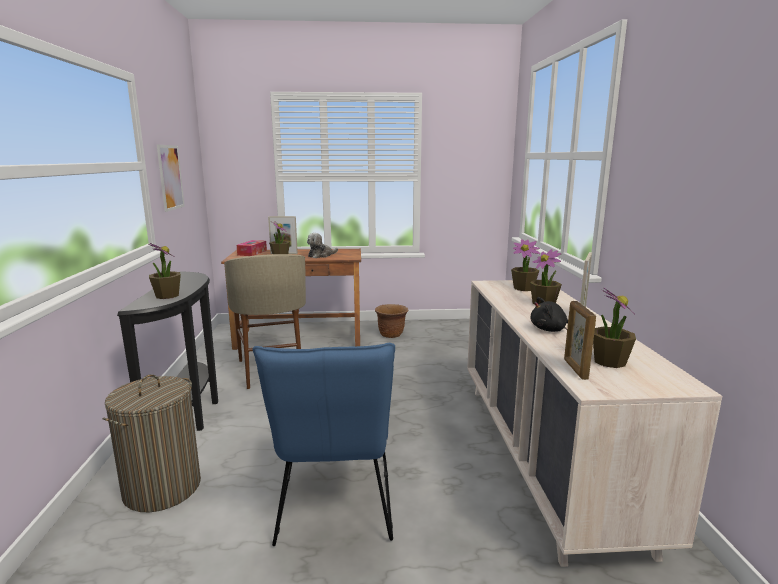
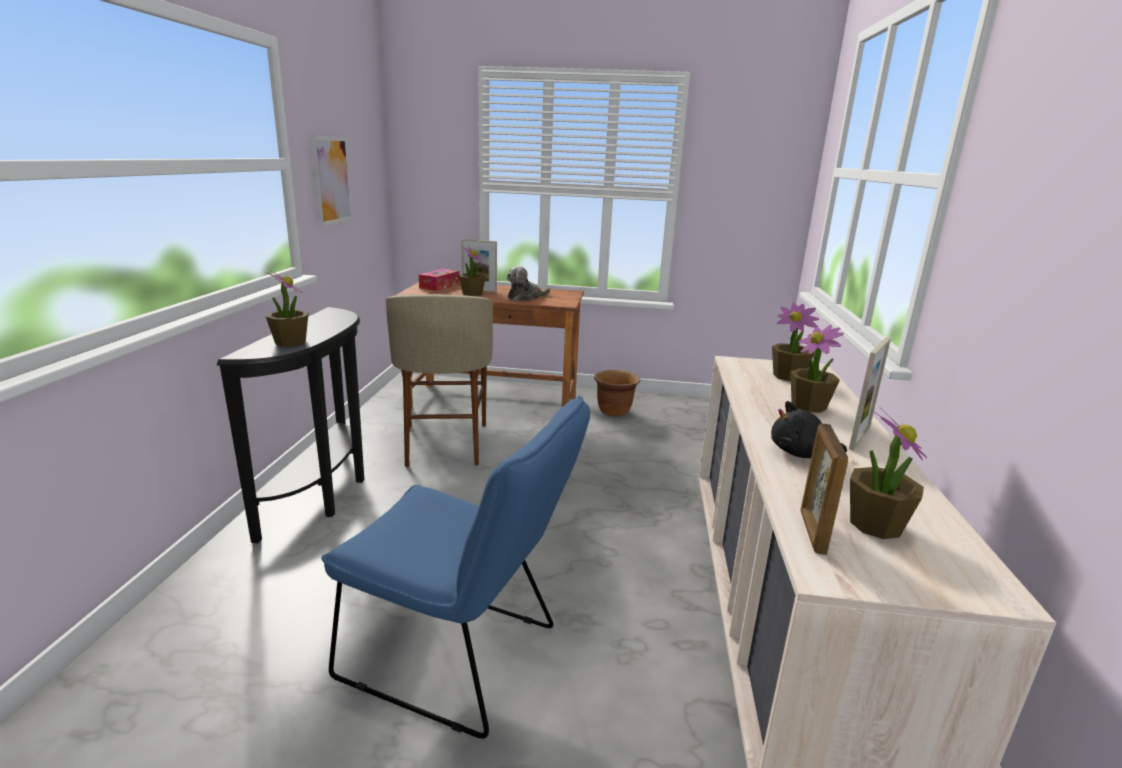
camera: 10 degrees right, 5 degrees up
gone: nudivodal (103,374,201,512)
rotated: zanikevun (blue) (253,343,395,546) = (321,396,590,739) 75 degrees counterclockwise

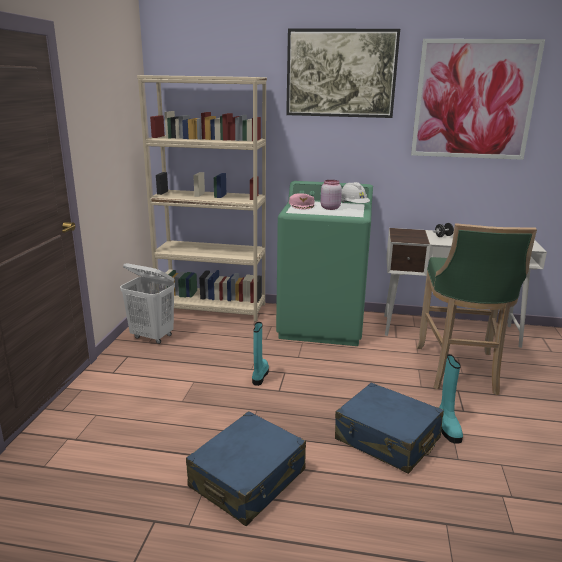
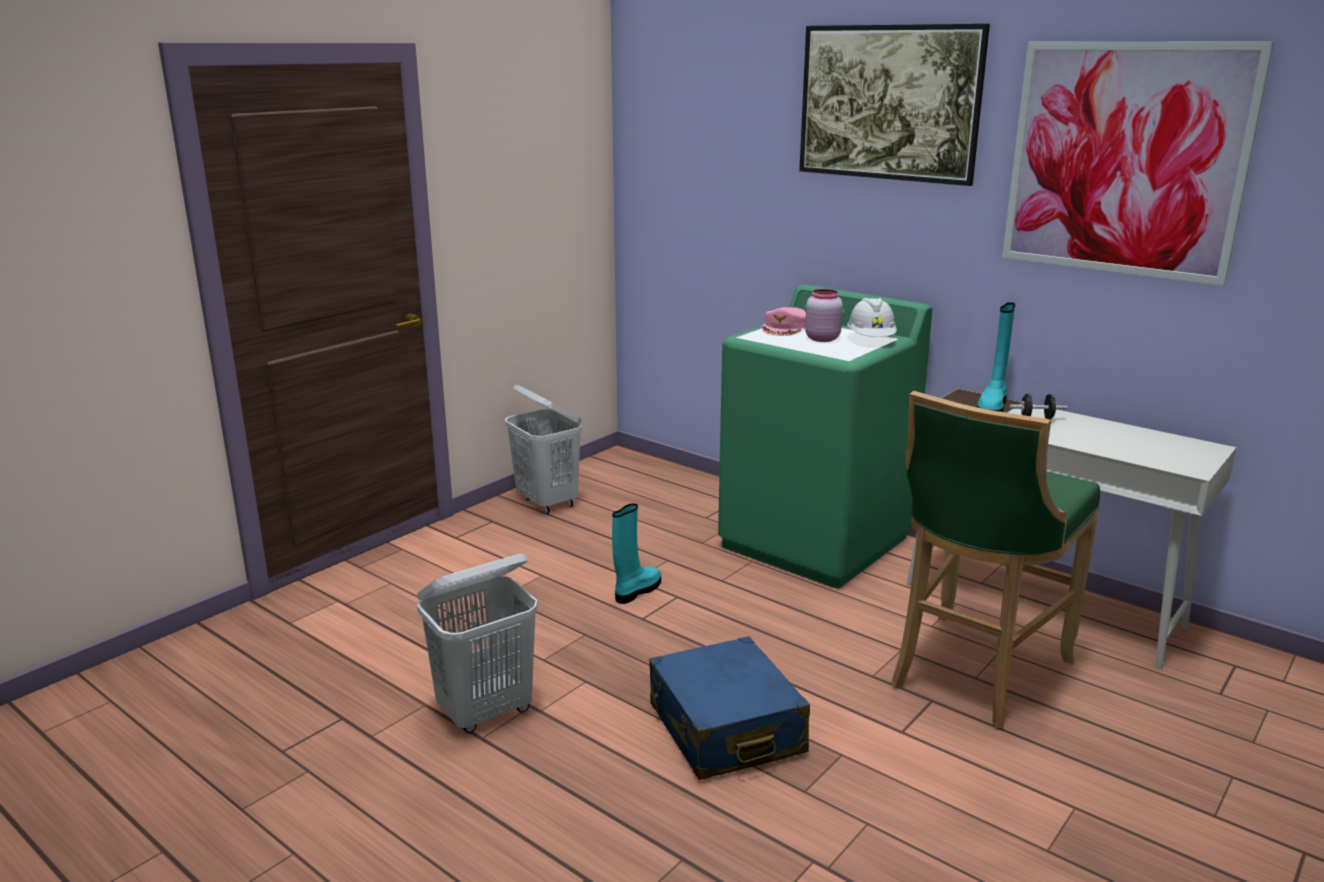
camera: 30 degrees right, 0 degrees up
gone: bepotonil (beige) (137,75,267,322)
shifted: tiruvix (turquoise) (439,354,463,444) to (977,302,1015,412)
swapped: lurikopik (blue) (186,411,306,526) to nudivodal (white) (417,553,538,733)

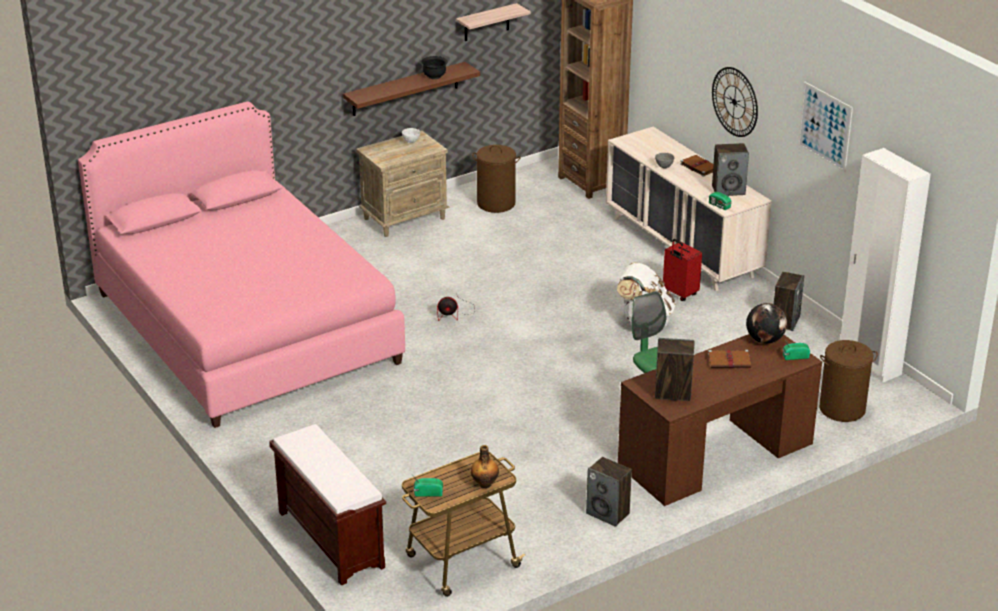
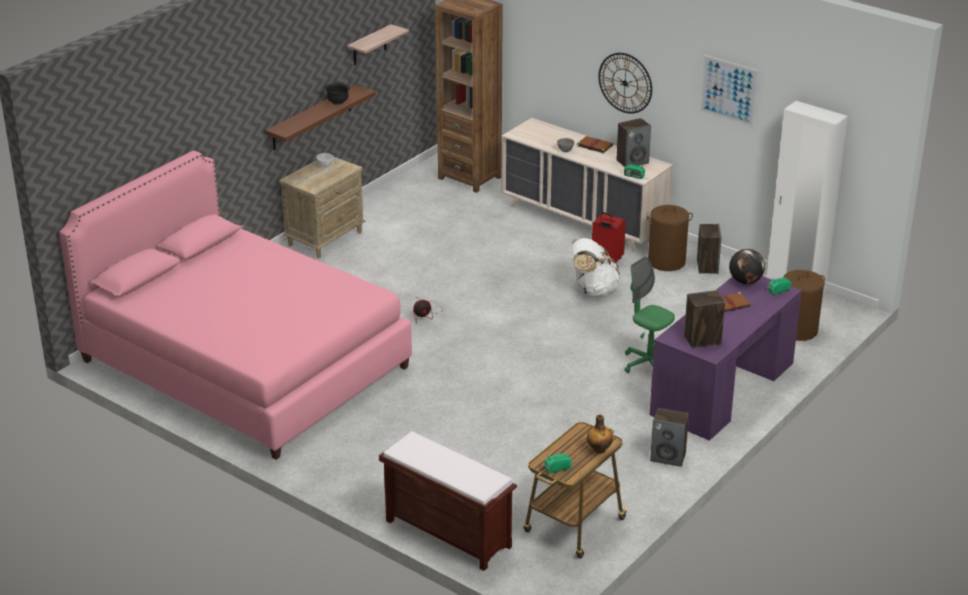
camera: 20 degrees left, 0 degrees up
shifted: nudivodal (brown) (472,145,521,213) to (646,205,693,271)
repainted: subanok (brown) (618,334,822,506) to subanok (purple) (650,276,802,441)

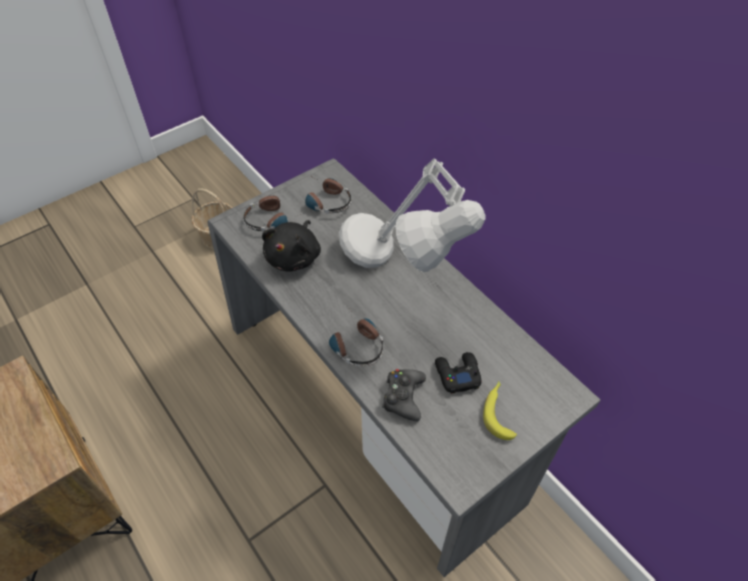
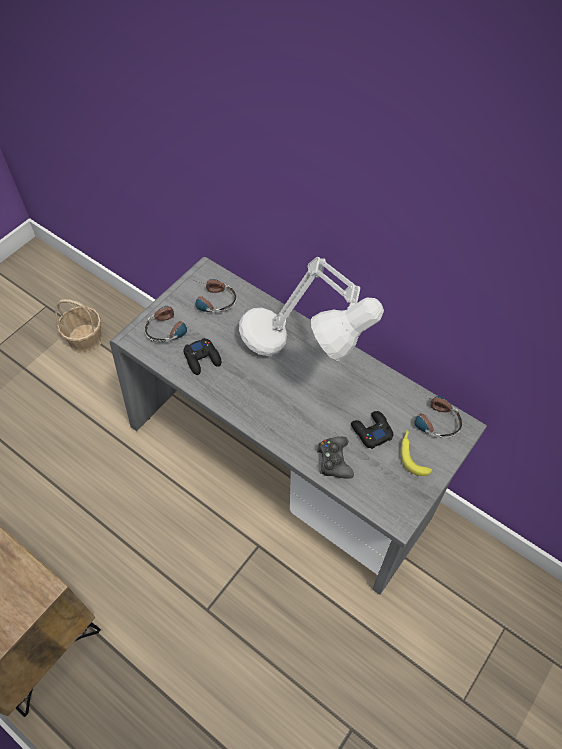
camera: 15 degrees left, 5 degrees up
shifted: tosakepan (329,313,384,366) to (414,390,462,438)
swapped: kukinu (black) (262,220,321,272) to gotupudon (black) (183,338,221,375)

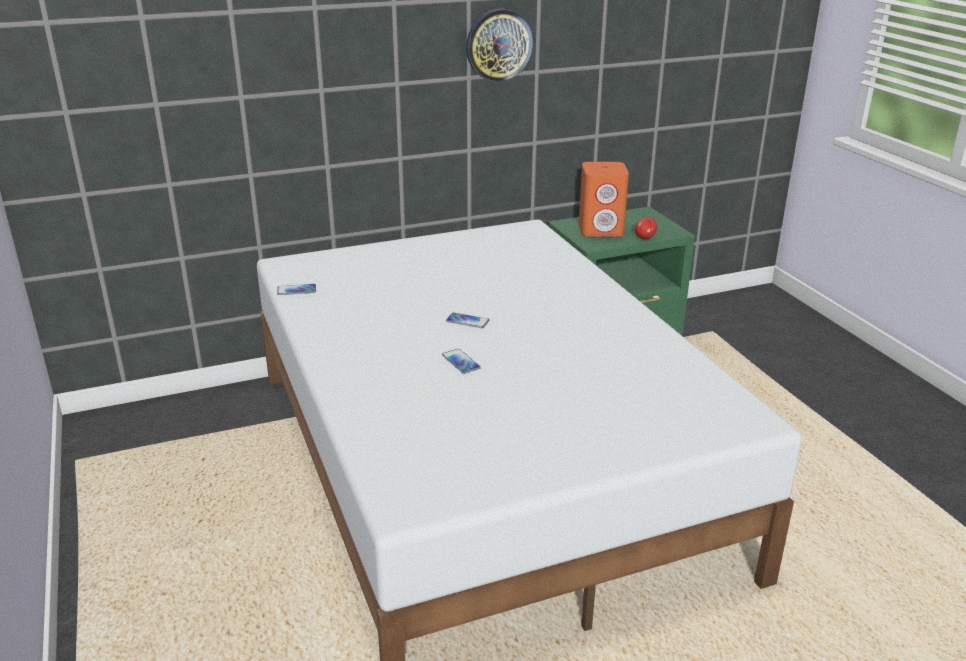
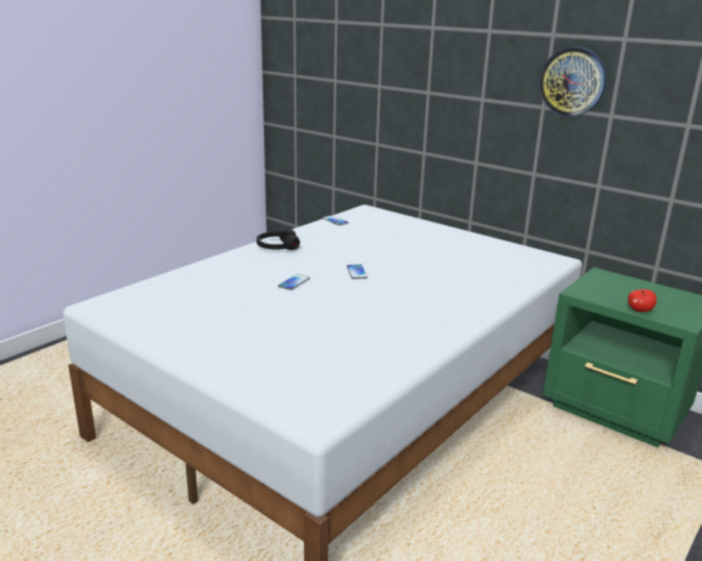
camera: 60 degrees right, 5 degrees down
gone: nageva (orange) (579,162,629,237)
new: tosakepan (black) (257,229,300,250)

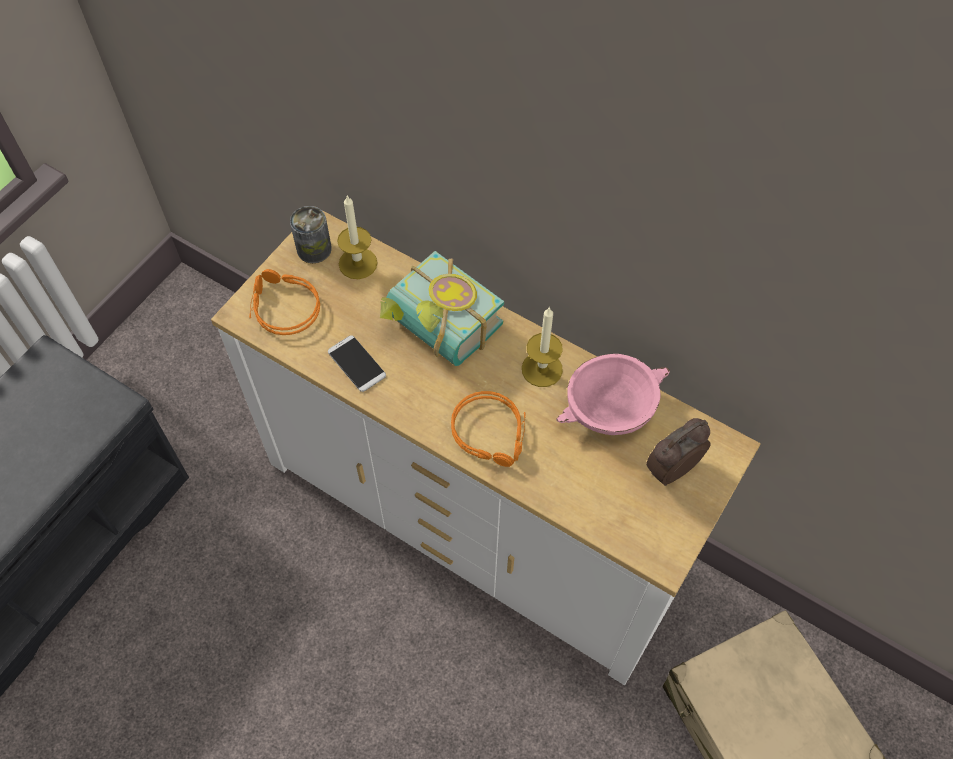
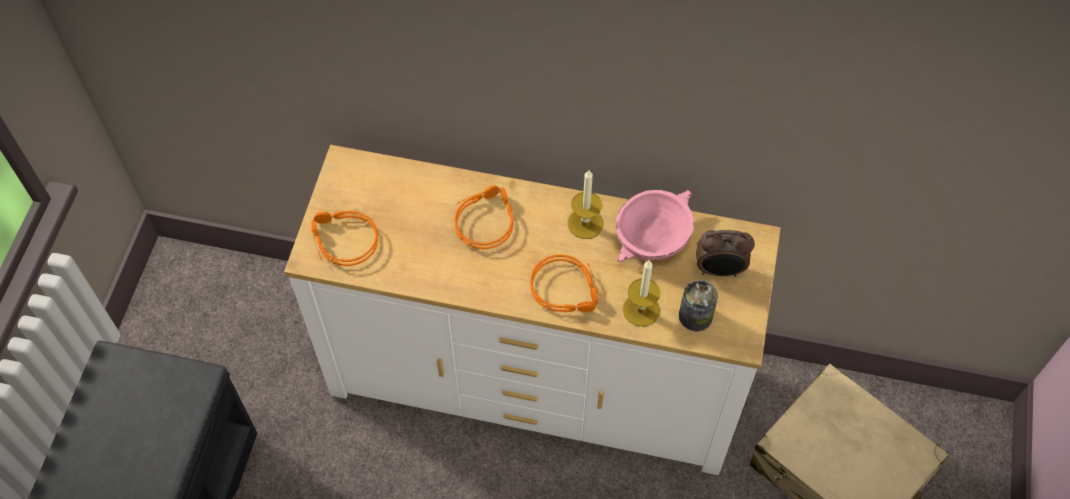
camera: 20 degrees left, 0 degrees up
gone: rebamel (328,336,386,392)
shifted: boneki (337,195,378,279) to (623,261,660,327); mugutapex (290,206,332,263) to (679,280,718,331)
swapped: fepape (380,251,504,366) to tosakepan (orange) (454,185,515,249)
rotated: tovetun (646,418,711,486) = (696,230,755,277) 120 degrees counterclockwise

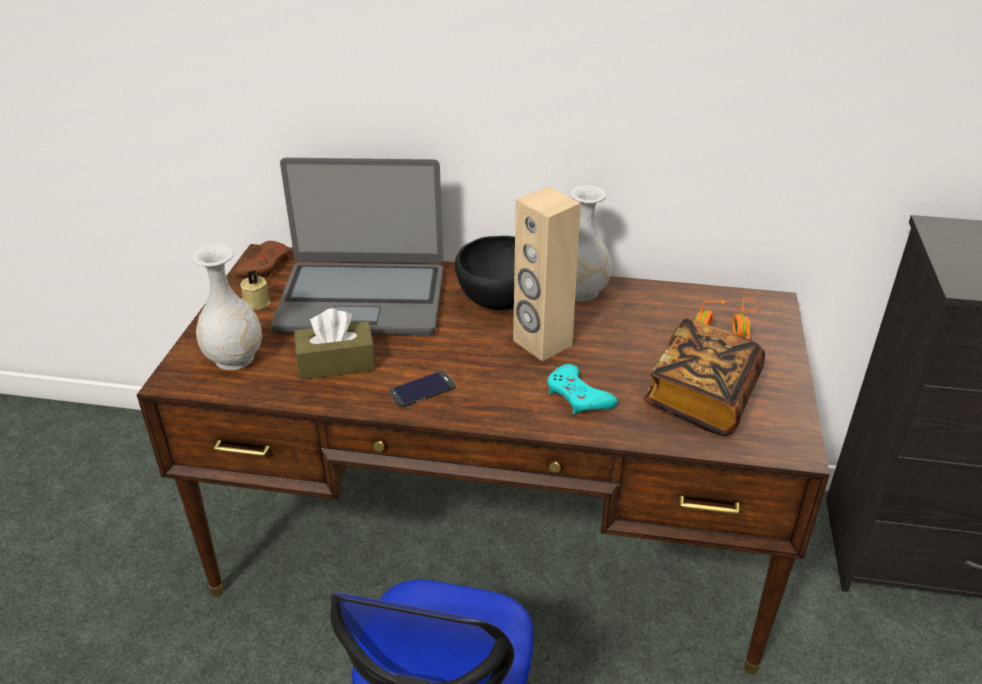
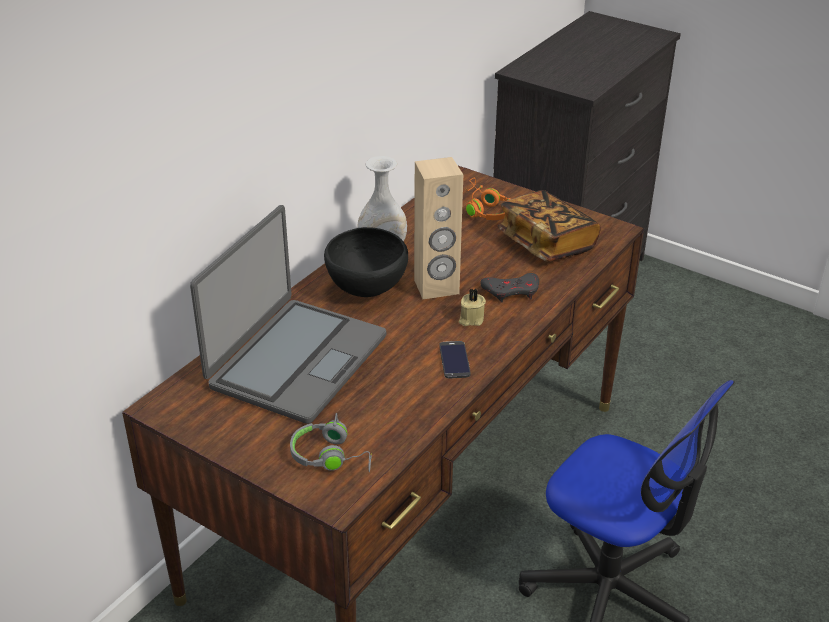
camera: 65 degrees left, 0 degrees up
gone: gotupudon (brown) (234,241,289,277); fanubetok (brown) (294,308,376,380)
shifted: boneki (beige) (240,270,271,310) to (459,289,486,326)
swapped: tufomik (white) (192,244,262,370) to tosakepan (grey) (290,413,372,472)
repainted: gotupudon (turquoise) (547,364,618,414) to gotupudon (grey) (481,273,539,303)

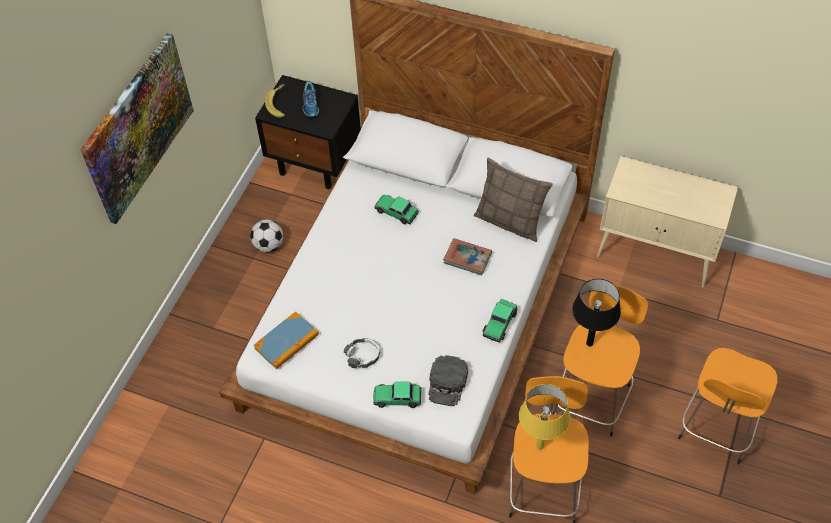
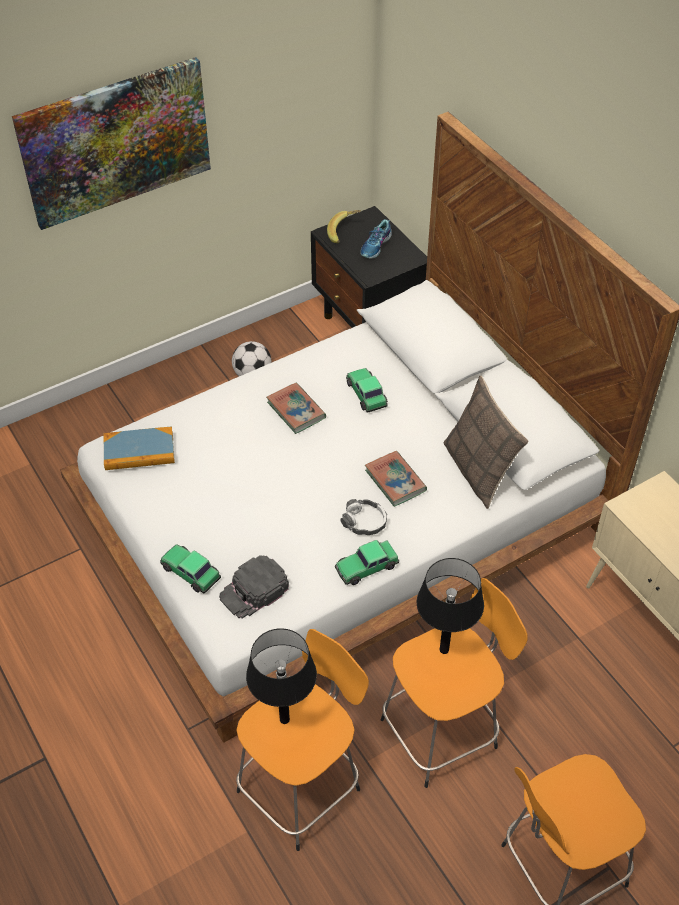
camera: 35 degrees right, 5 degrees down
new: fepape (266,383,326,434)
shifted: tosakepan (344,338,380,368) to (341,499,387,535)
repainted: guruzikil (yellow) (519,384,570,450) to guruzikil (black) (246,628,317,724)

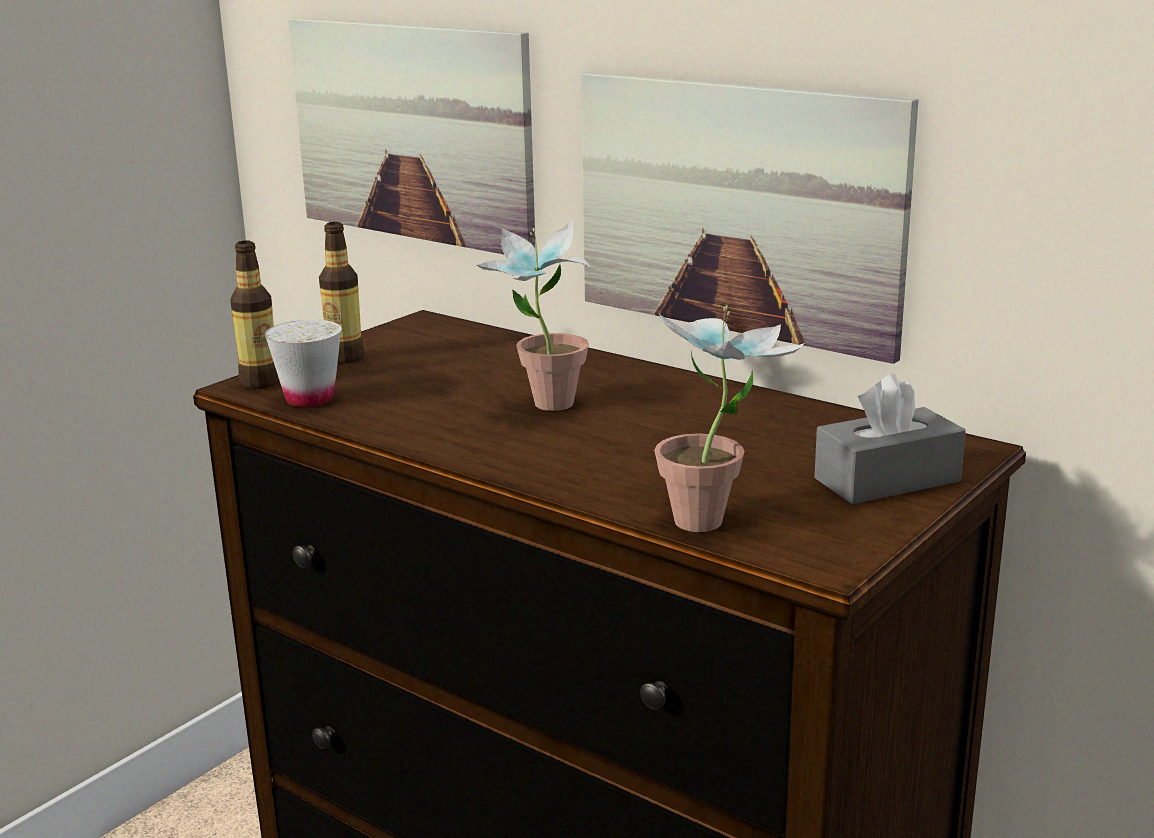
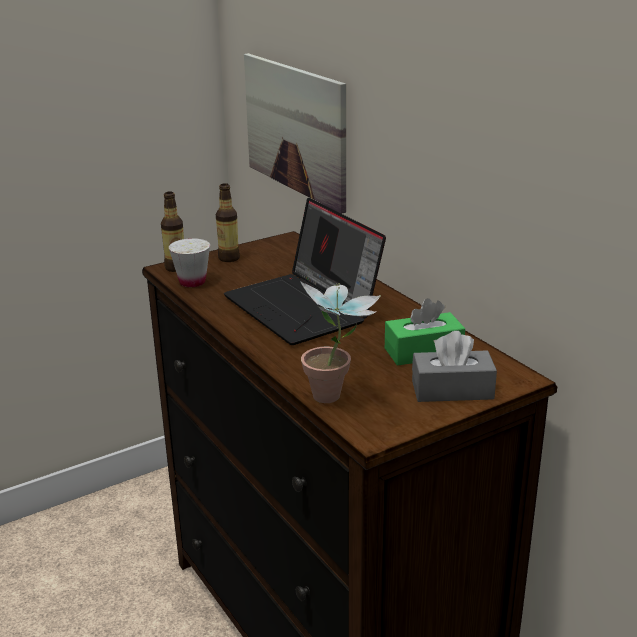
camera: 20 degrees right, 5 degrees up
gone: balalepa (581,72,918,364)
new: fanubetok (green) (385,298,465,366)
swapped: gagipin (477,219,590,411) to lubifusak (224,198,386,345)

